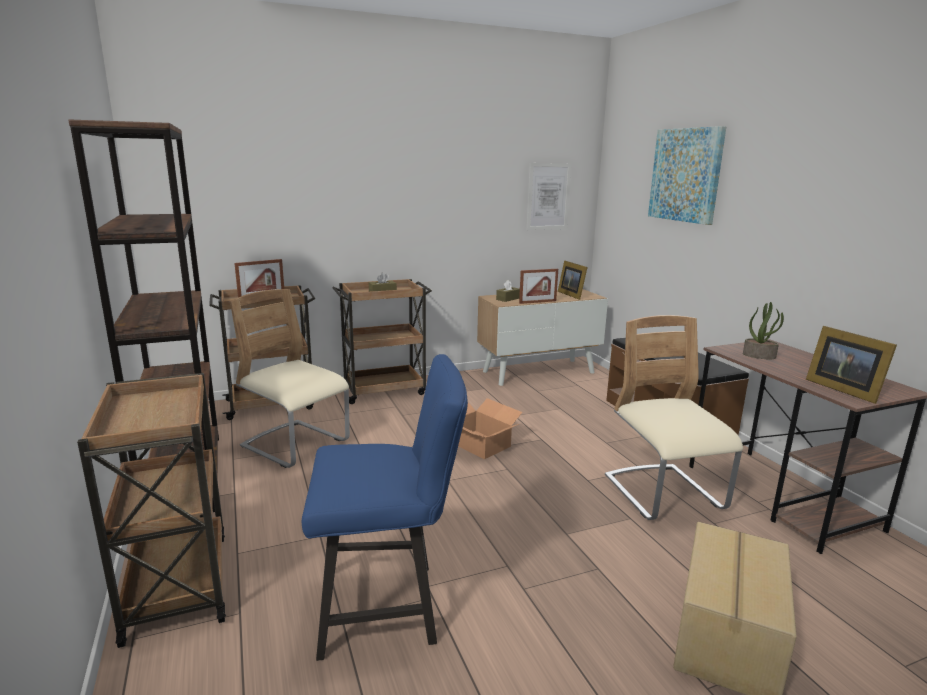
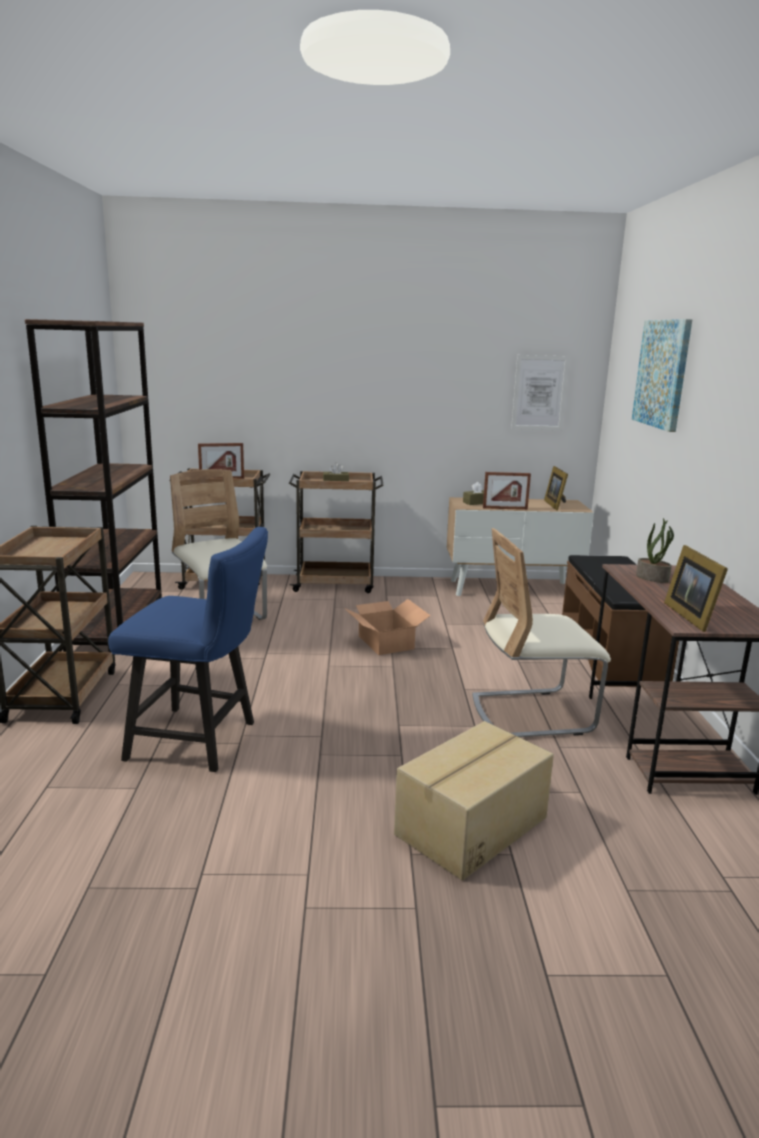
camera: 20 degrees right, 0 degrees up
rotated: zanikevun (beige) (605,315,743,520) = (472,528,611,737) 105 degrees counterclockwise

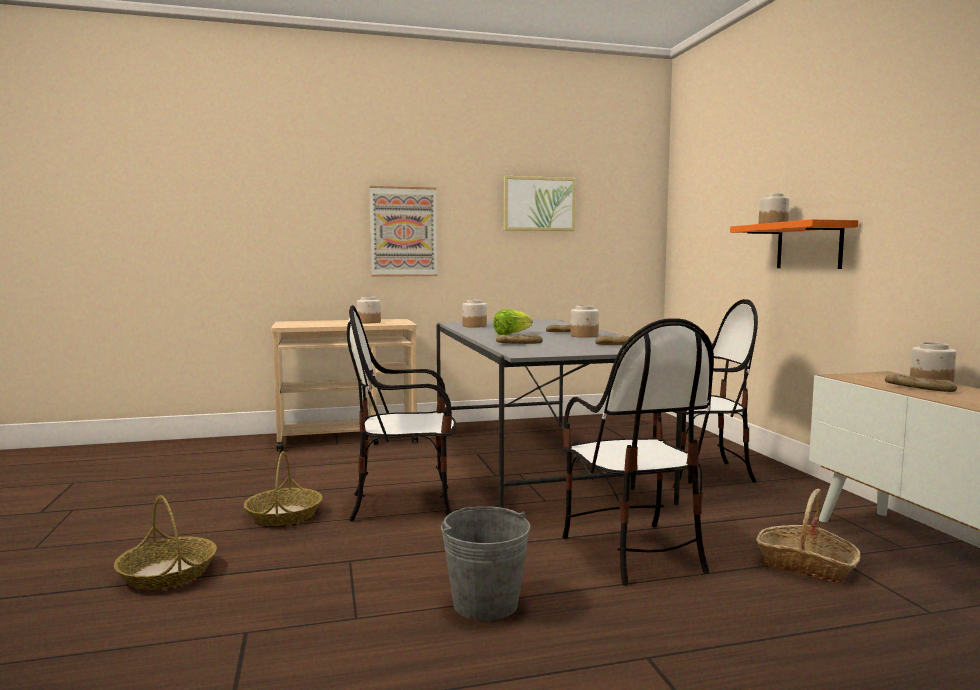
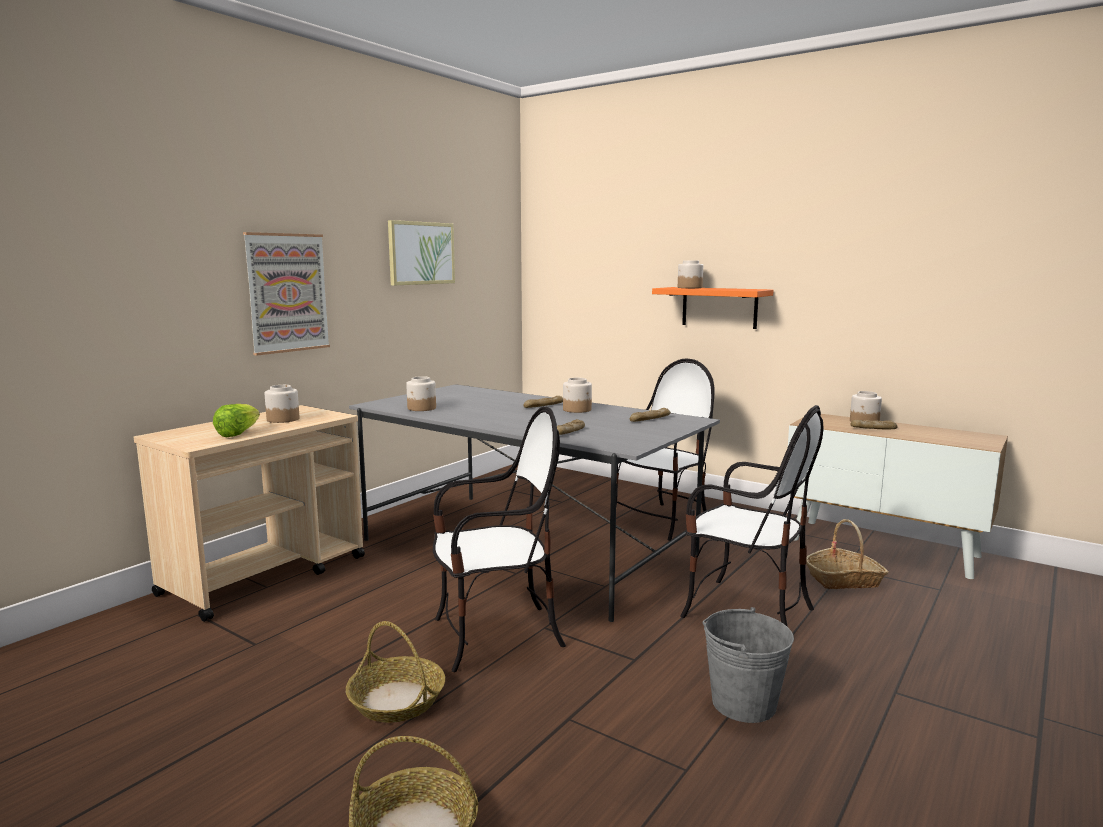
camera: 40 degrees left, 5 degrees up
shifted: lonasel (493,309,533,335) to (213,404,260,437)
rotated: zanikevun (347,305,456,521) = (433,406,566,672) 150 degrees counterclockwise

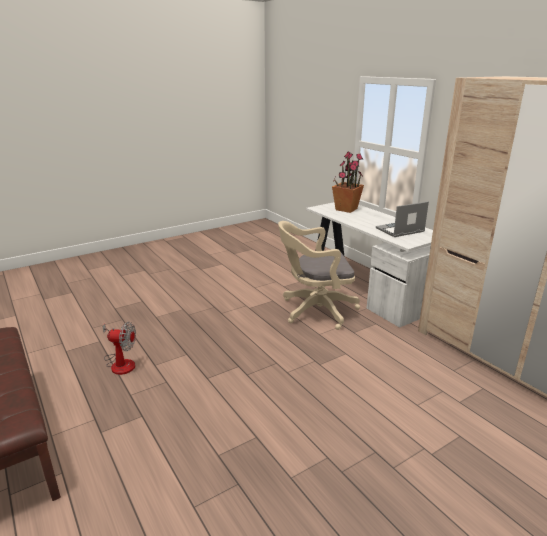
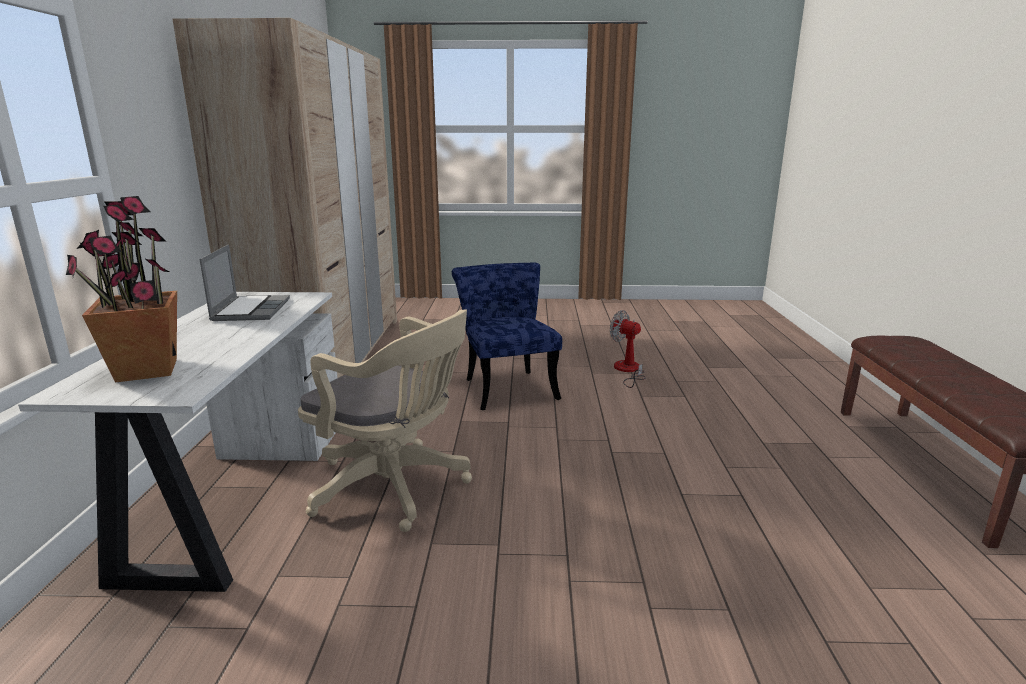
camera: 145 degrees left, 5 degrees down
new: zanikevun (blue) (452,262,562,410)
shifted: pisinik (103,322,136,375) to (610,310,645,388)
rotated: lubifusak (376,201,429,237) = (200,244,290,321) 105 degrees counterclockwise

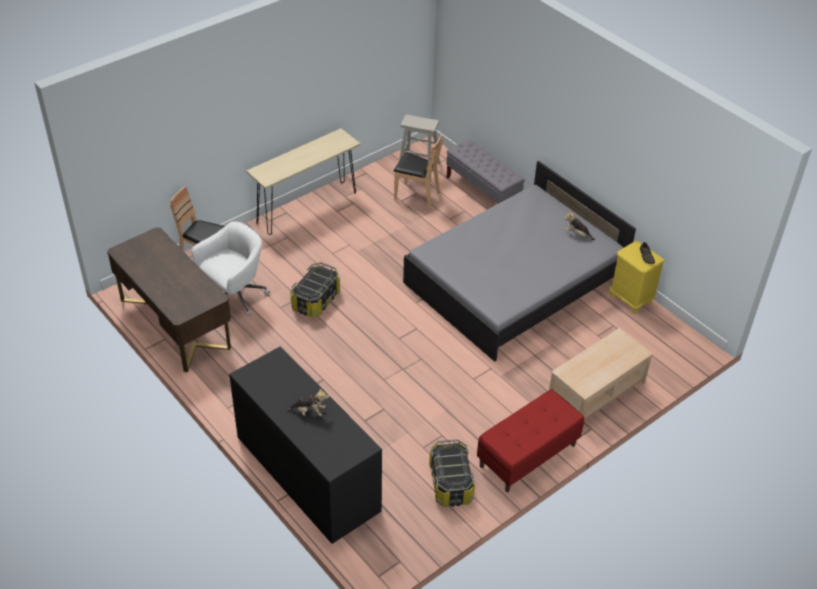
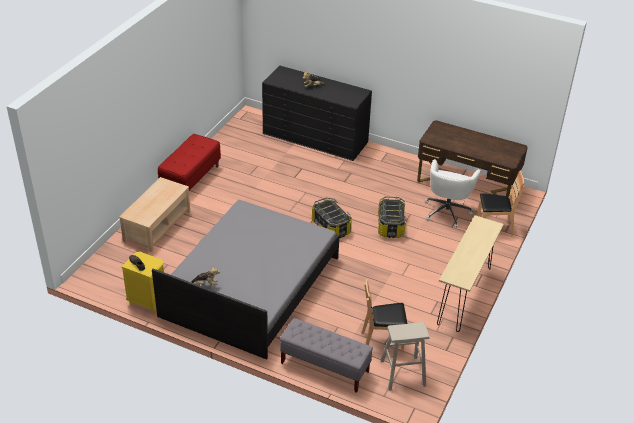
camera: 155 degrees right, 5 degrees down
shifted: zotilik (429,439,475,507) to (312,197,352,238)

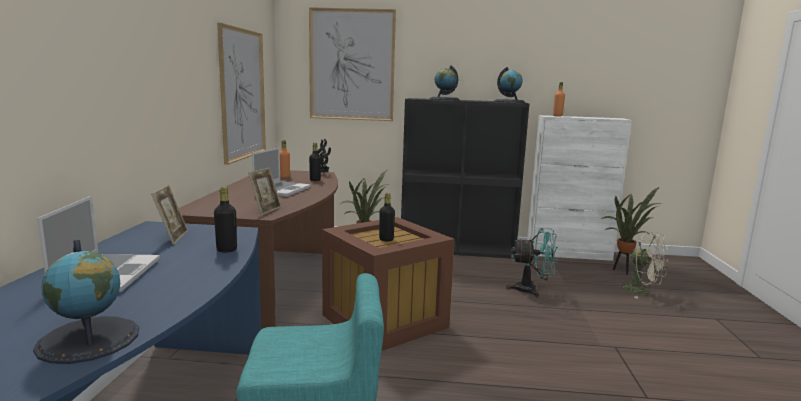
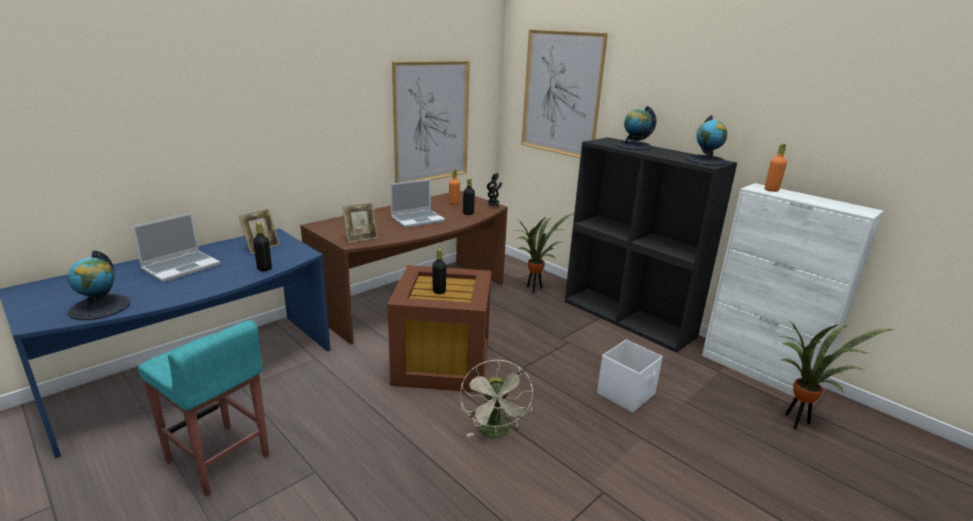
camera: 40 degrees right, 10 degrees up
shifted: pisinik (beige) (619,231,669,299) to (460,360,533,438)
swapped: pisinik (turquoise) (506,228,558,298) to zotilik (white) (597,340,663,413)

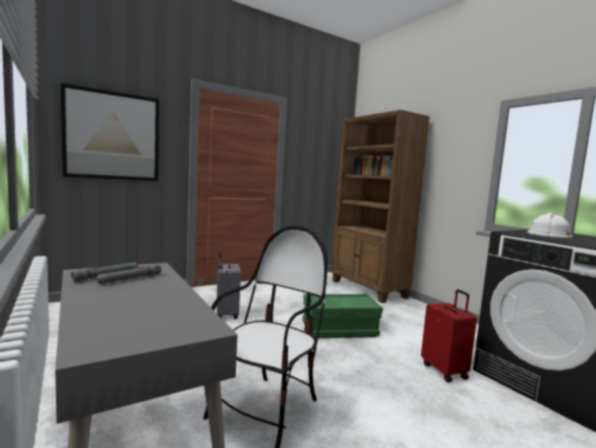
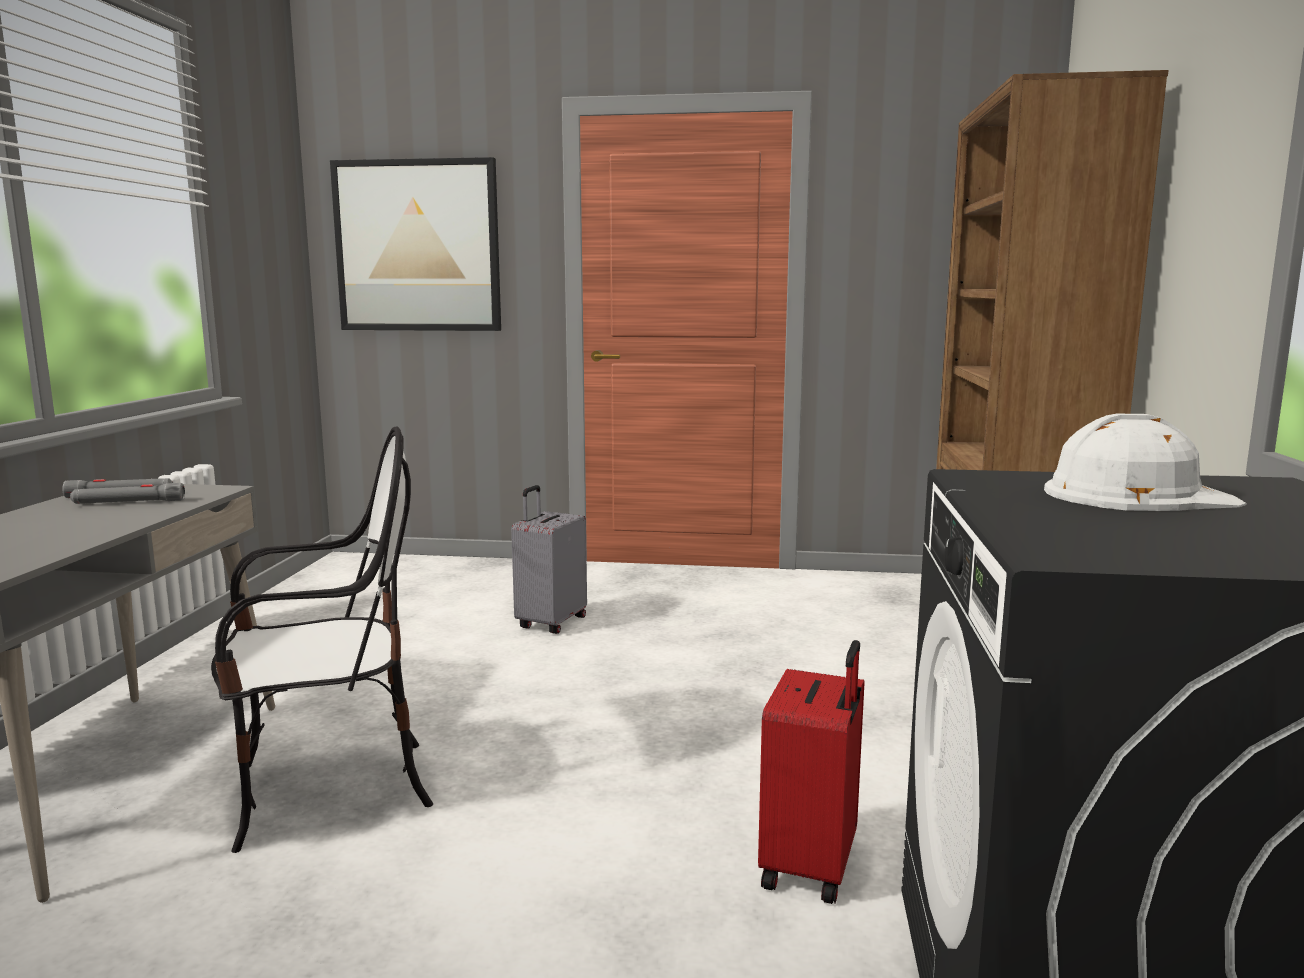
camera: 40 degrees right, 5 degrees up
gone: zotilik (green) (302,294,383,338)

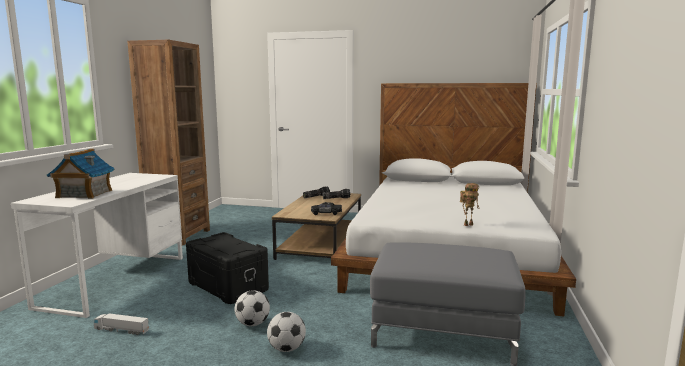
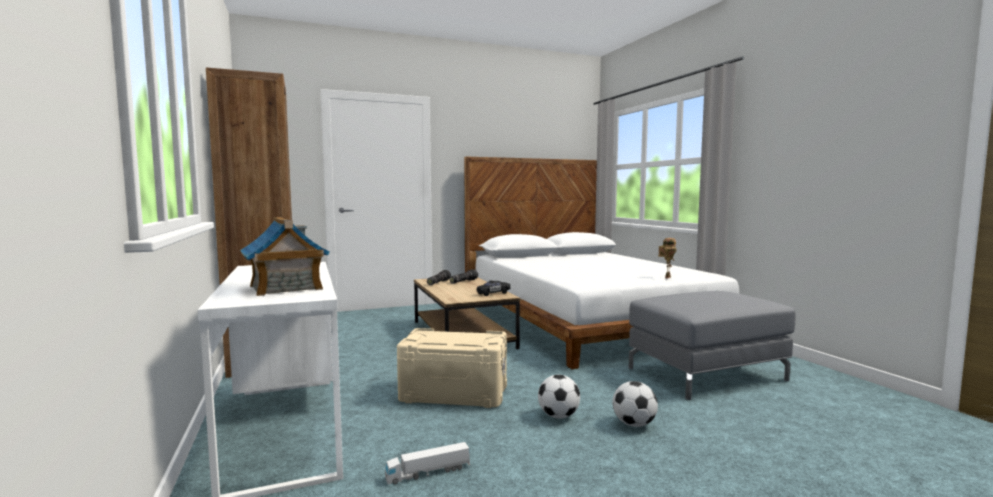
camera: 35 degrees left, 5 degrees down
repainted: zotilik (black) (186,232,269,304) to zotilik (beige) (397,328,507,408)

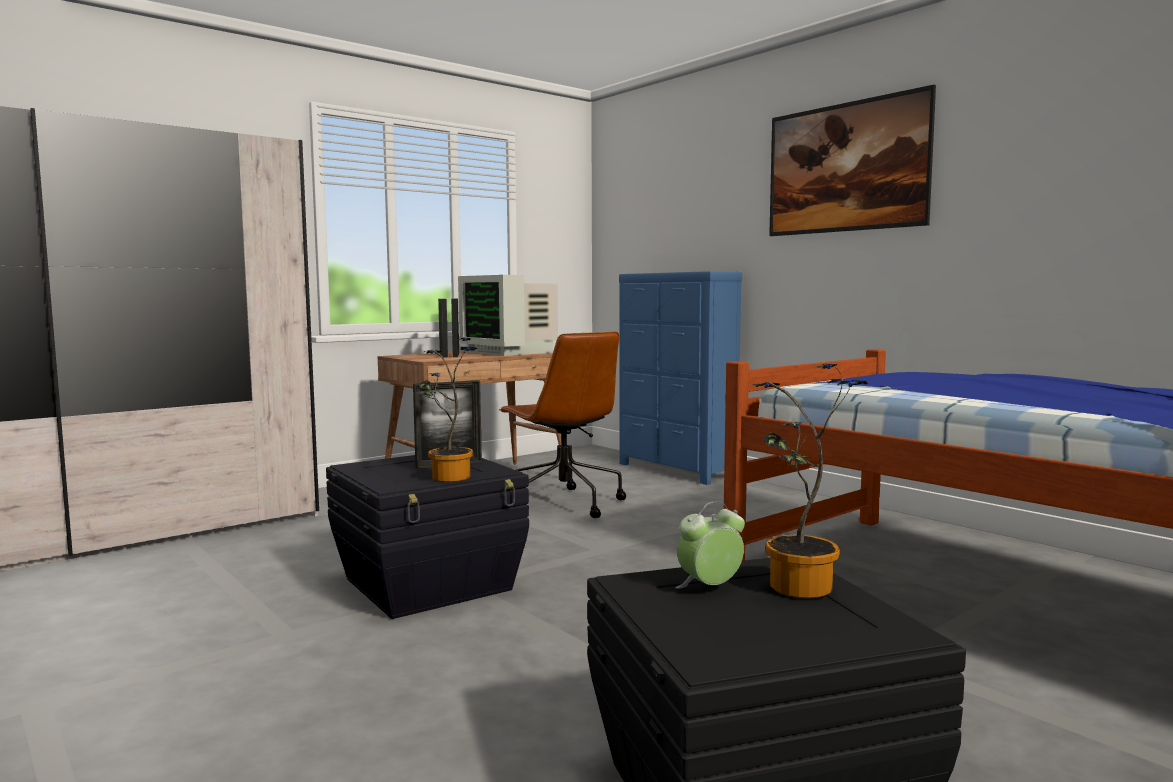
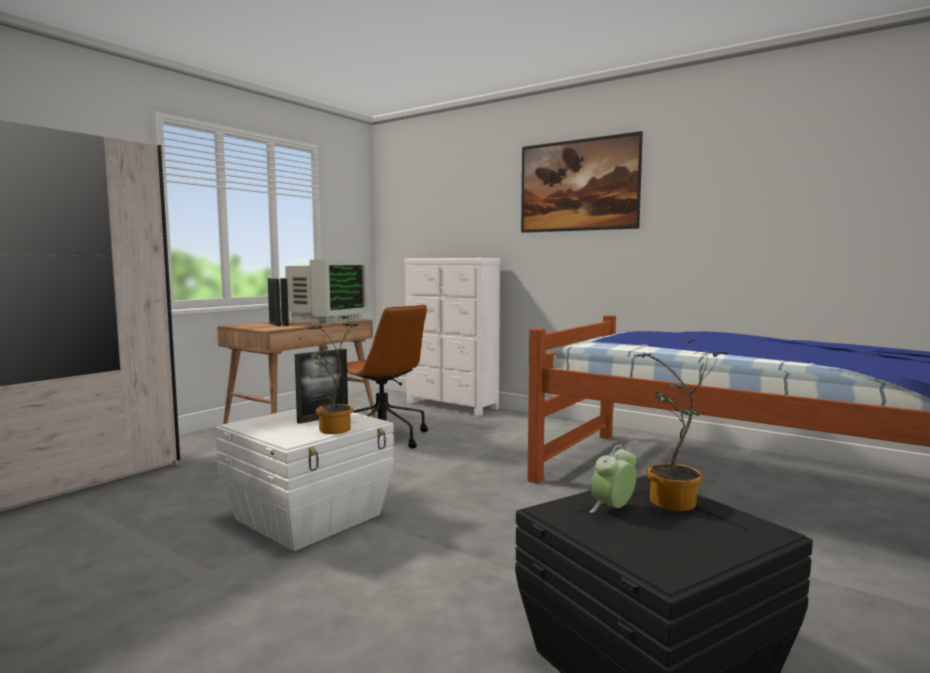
camera: 15 degrees left, 0 degrees up
repainted: zotilik (black) (326,455,529,619) to zotilik (white) (215,409,394,551); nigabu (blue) (619,271,742,485) to nigabu (white) (404,258,501,416)
rotated: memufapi (458,275,558,356) = (285,260,369,324) 90 degrees counterclockwise

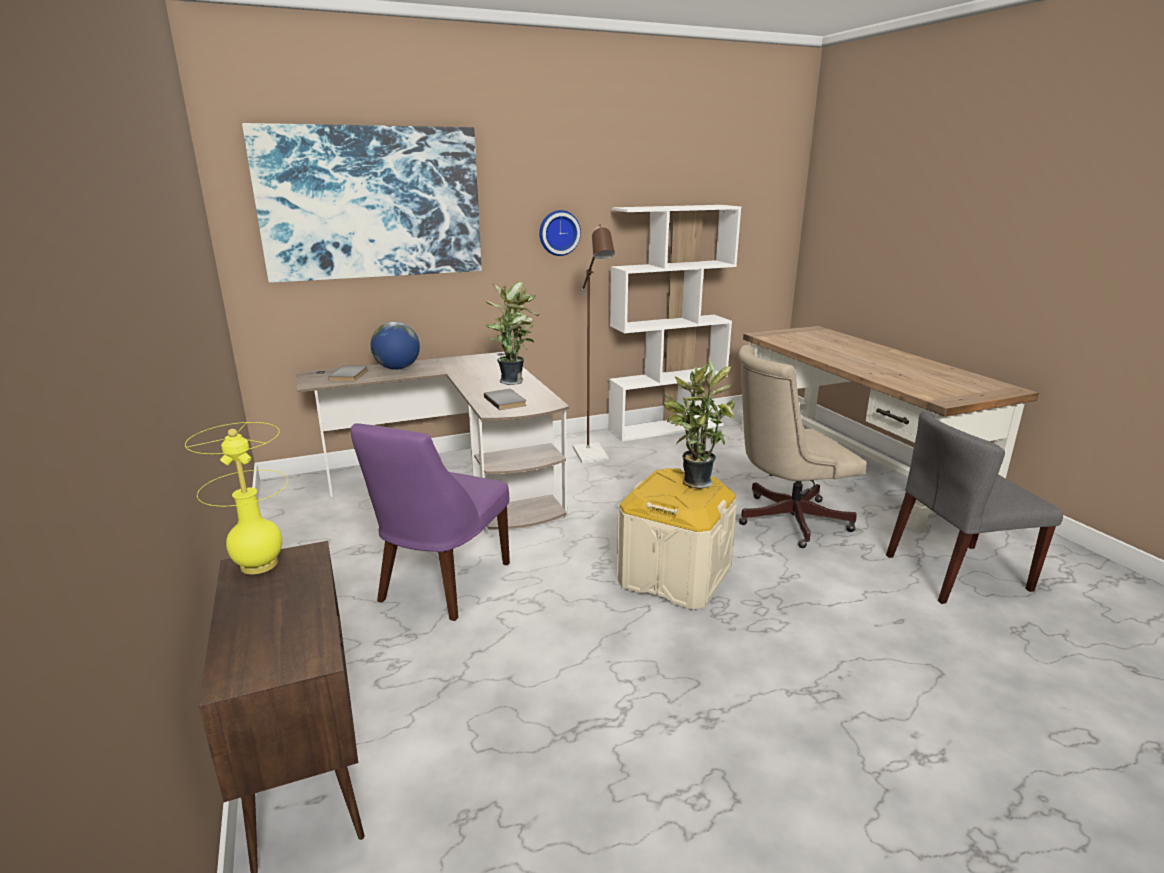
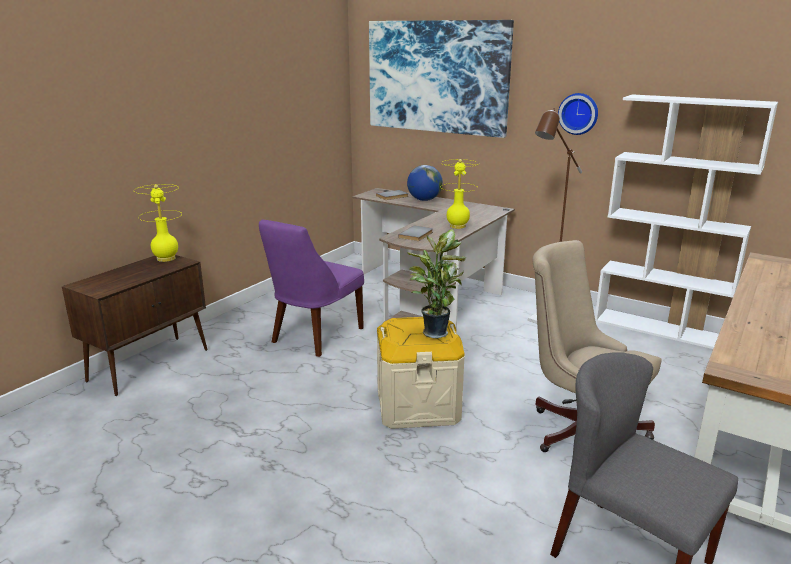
camera: 55 degrees right, 0 degrees up
swapped: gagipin (486,281,540,385) to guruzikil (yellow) (441,159,479,229)
rotated: zanikevun (purple) (350,423,510,621) = (259,219,364,357) 45 degrees counterclockwise

